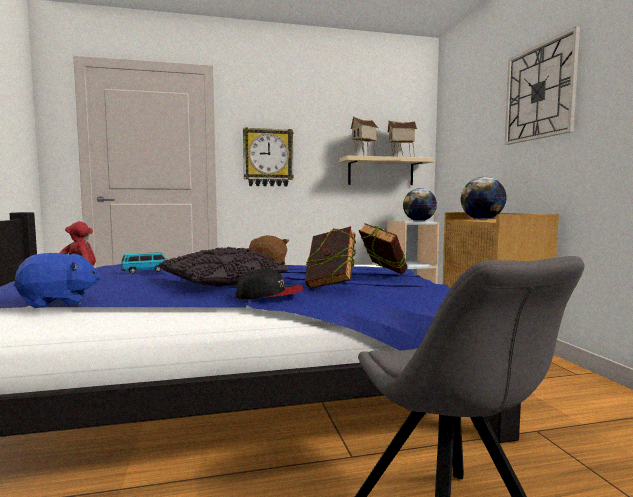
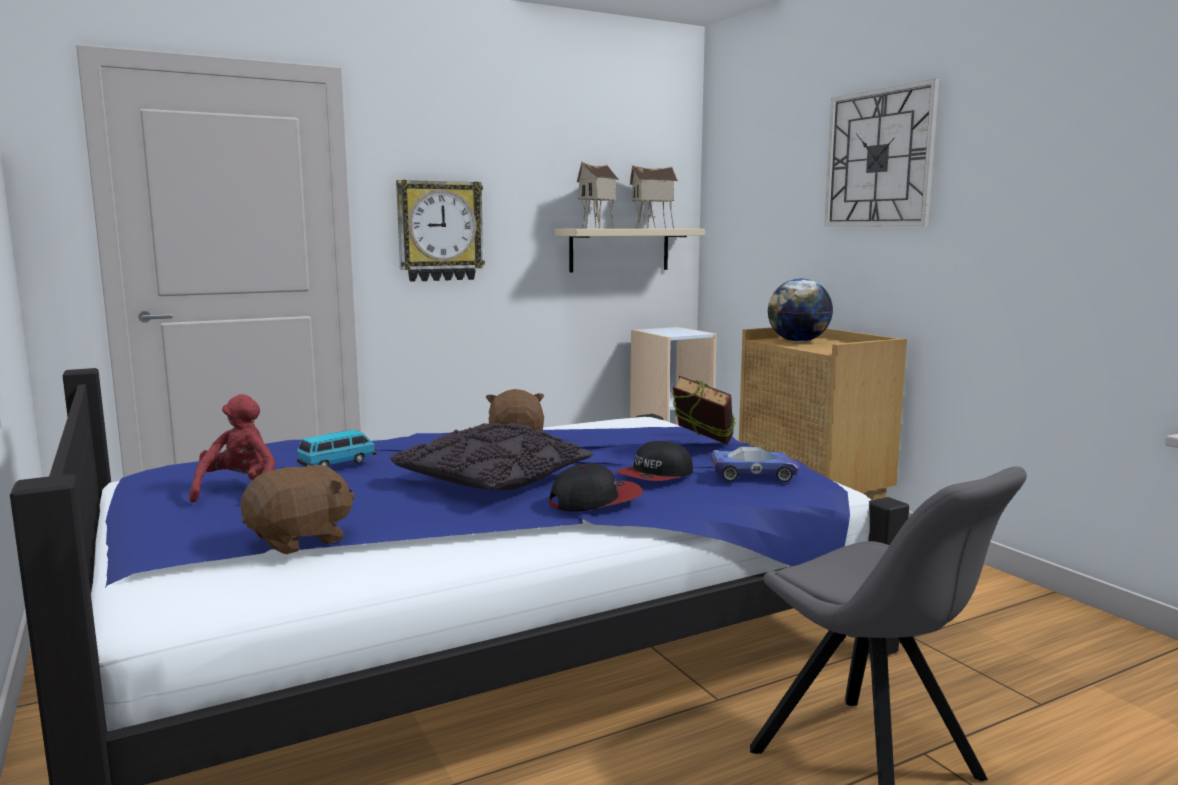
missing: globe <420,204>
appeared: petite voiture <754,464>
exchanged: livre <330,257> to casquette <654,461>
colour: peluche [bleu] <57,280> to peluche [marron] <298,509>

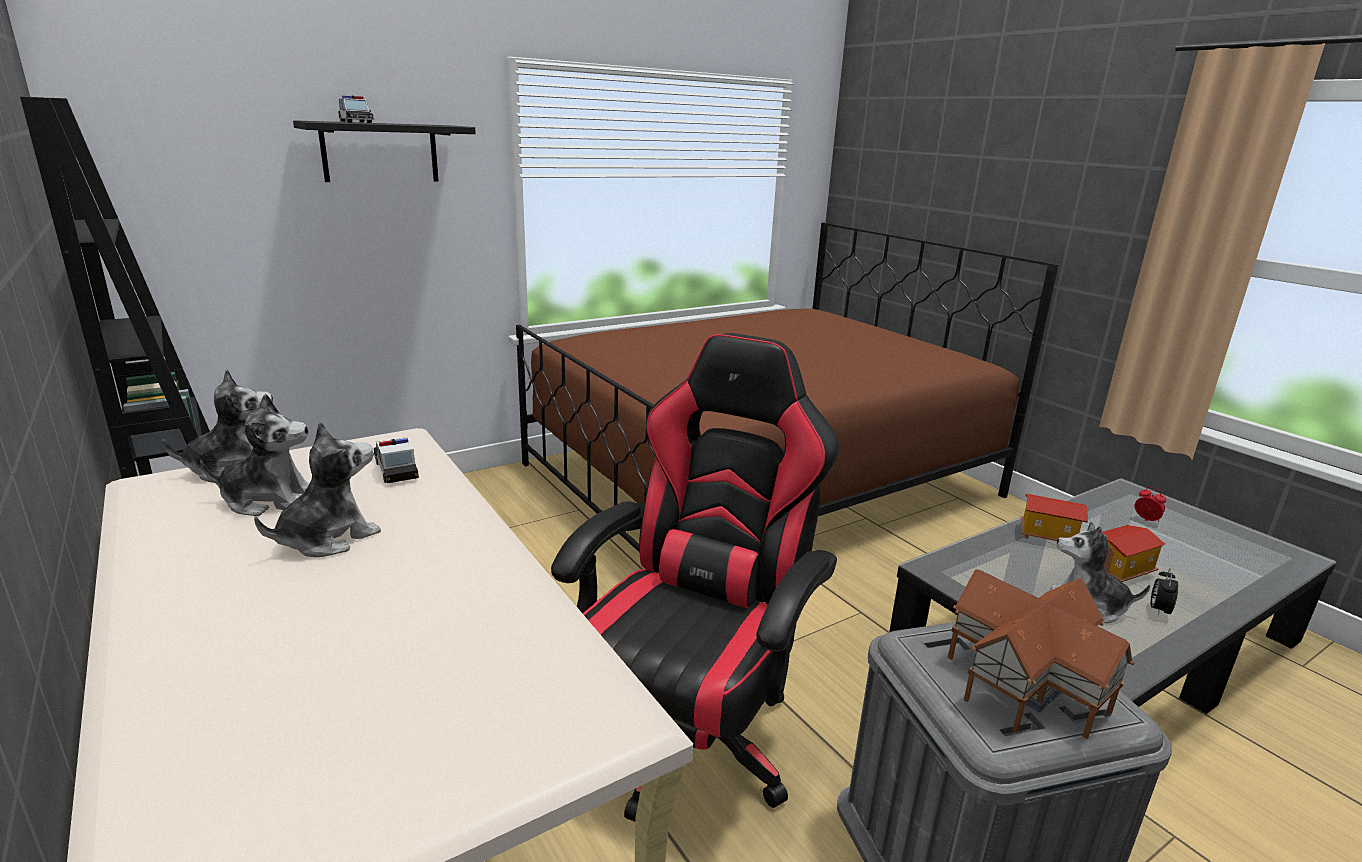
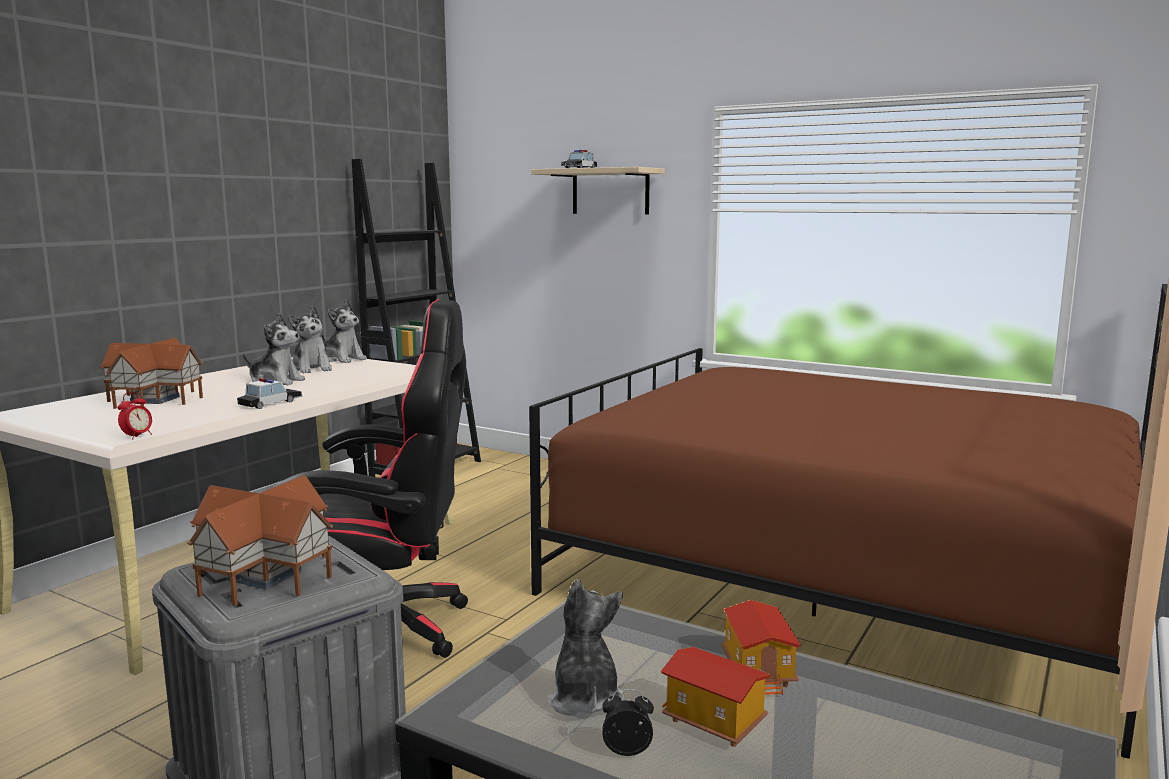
appeared: maison miniature <151,373>
relocated: réveil <1150,504> to <135,415>; petite voiture <396,460> to <270,393>
colour: étagère [noir] <384,151> to étagère [beige] <598,191>

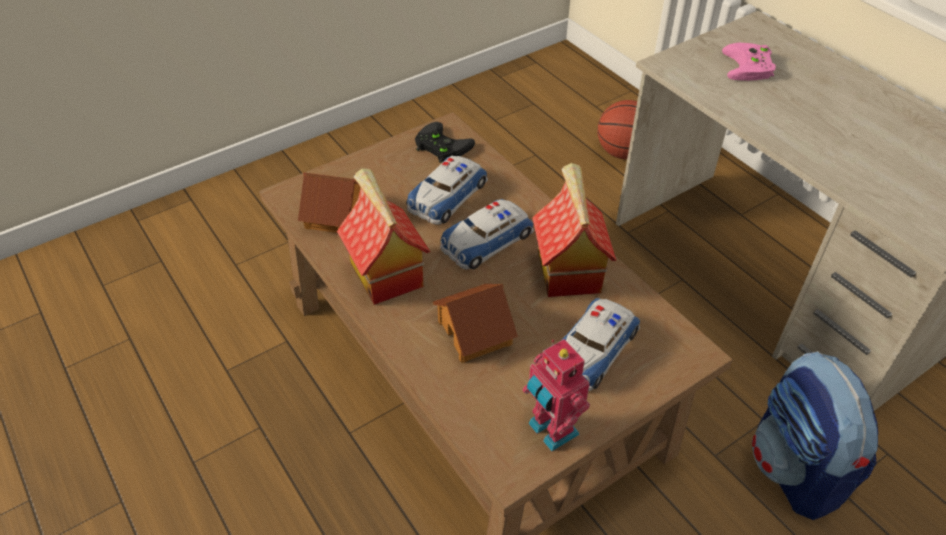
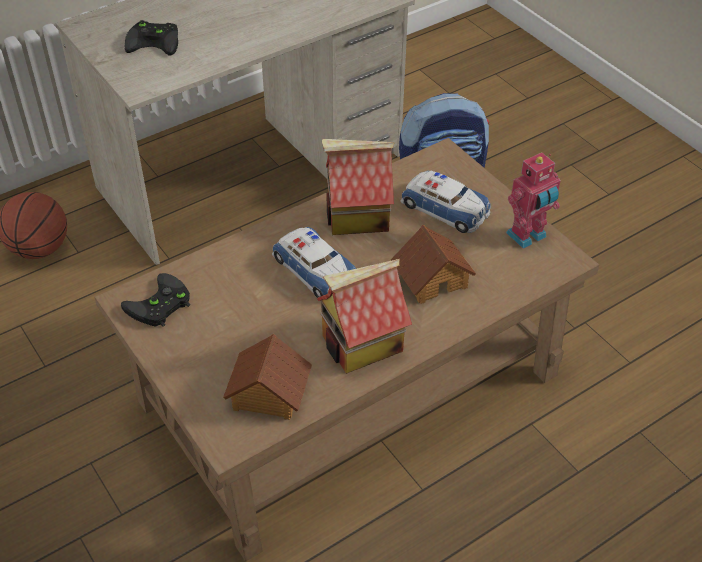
missing: petite voiture <447,190>
colour: manette [rose] <749,62> to manette [noir] <151,38>

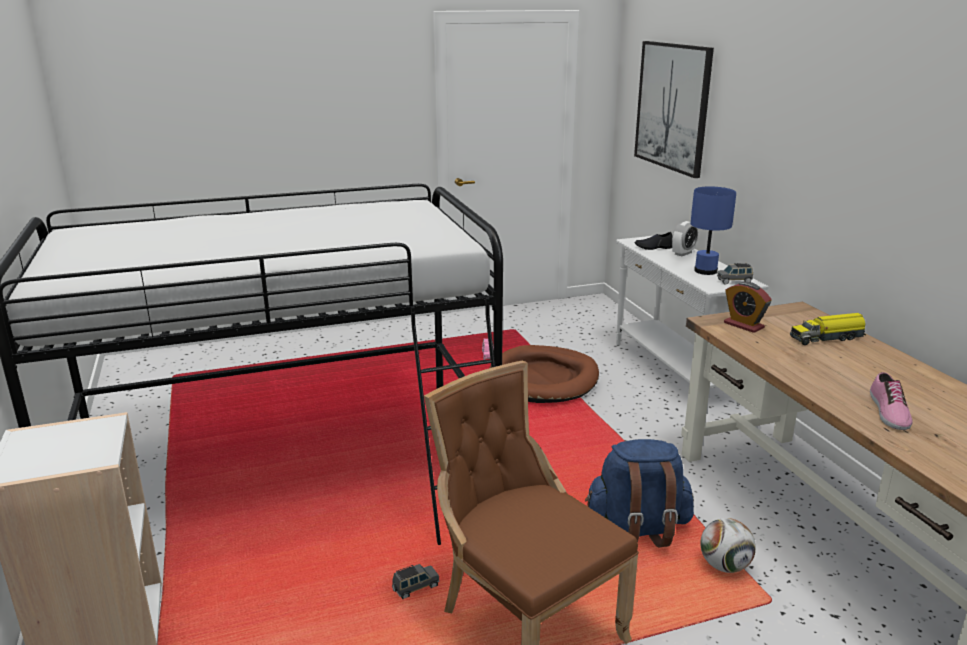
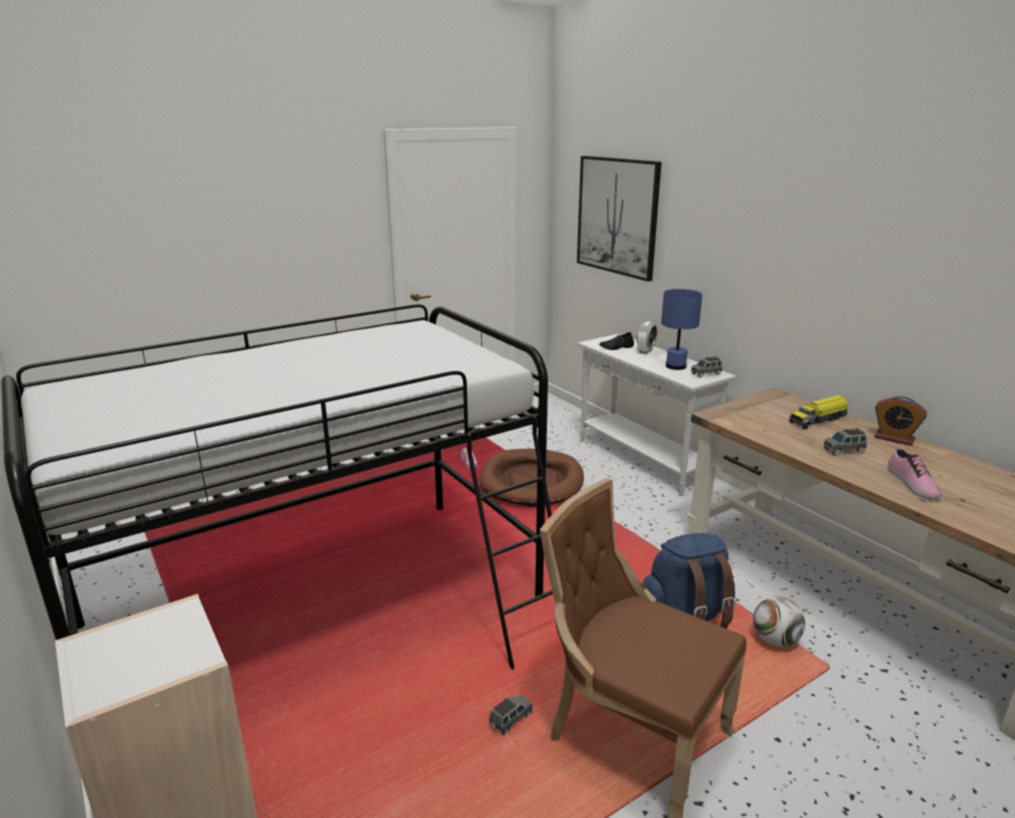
appeared: petite voiture [gris] <845,442>
relocated: réveil <748,307> to <900,421>

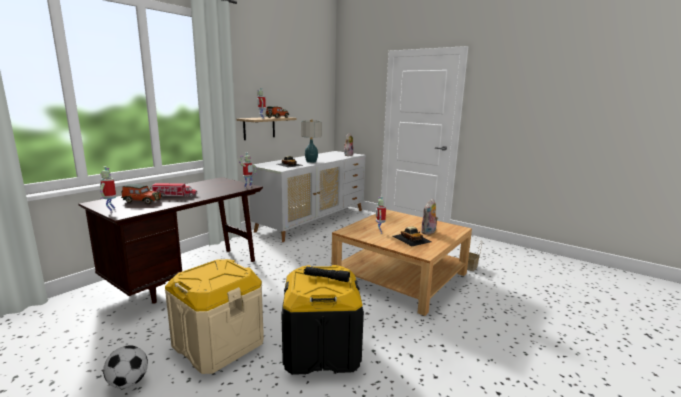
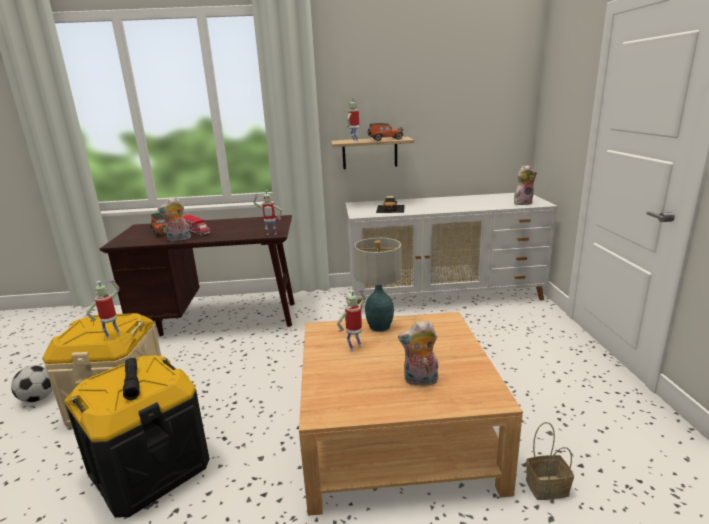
missing: petite voiture <412,236>
appeared: peluche <174,219>
relocated: robot jouet <108,190> to <103,310>; lampe de table <311,141> to <378,285>

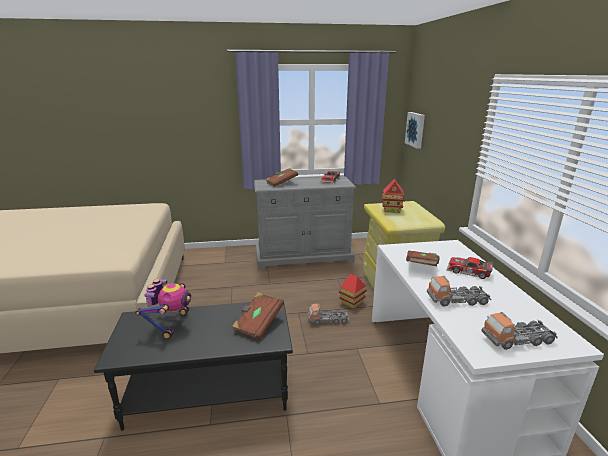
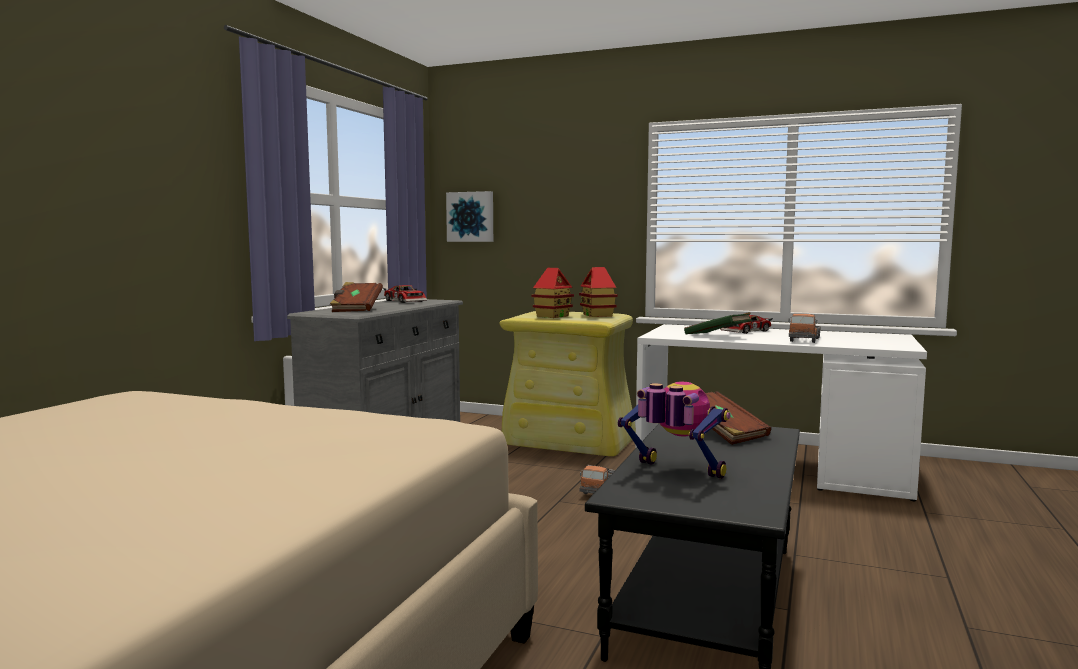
missing: camion jouet <519,331>
relocated: maison miniature <353,291> to <598,292>
colour: livre [marron] <423,258> to livre [vert] <718,323>

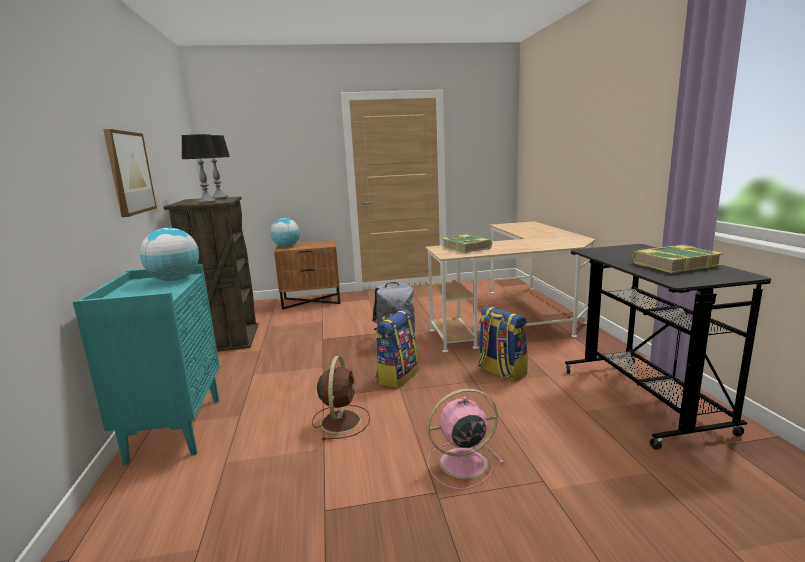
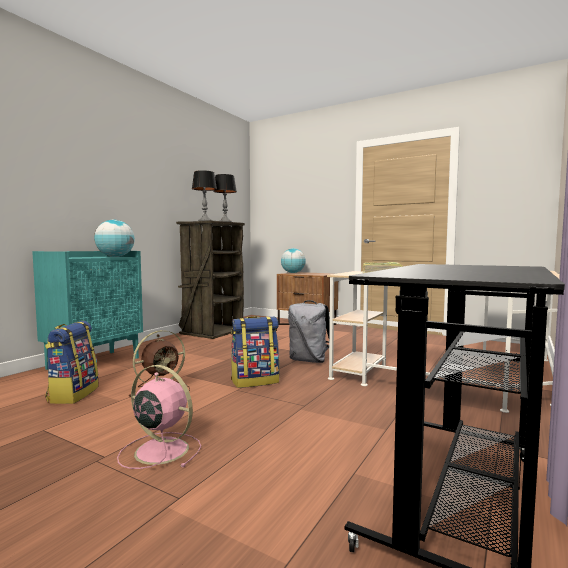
missing: tableau <130,173>; livre <678,259>
relocated: sac à dos <503,344> to <72,362>

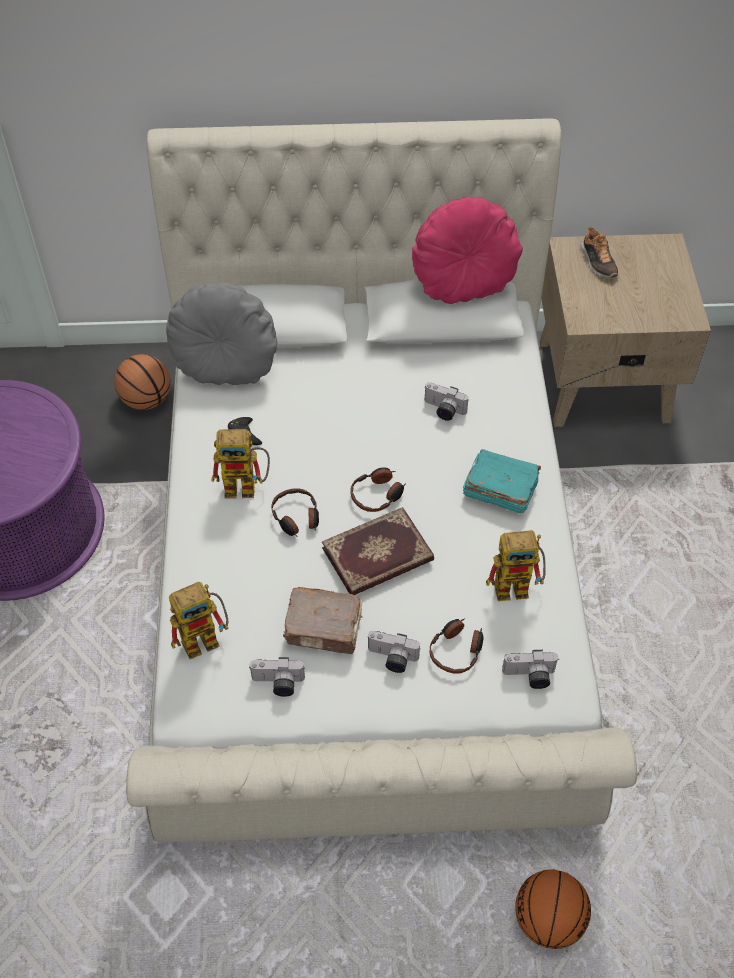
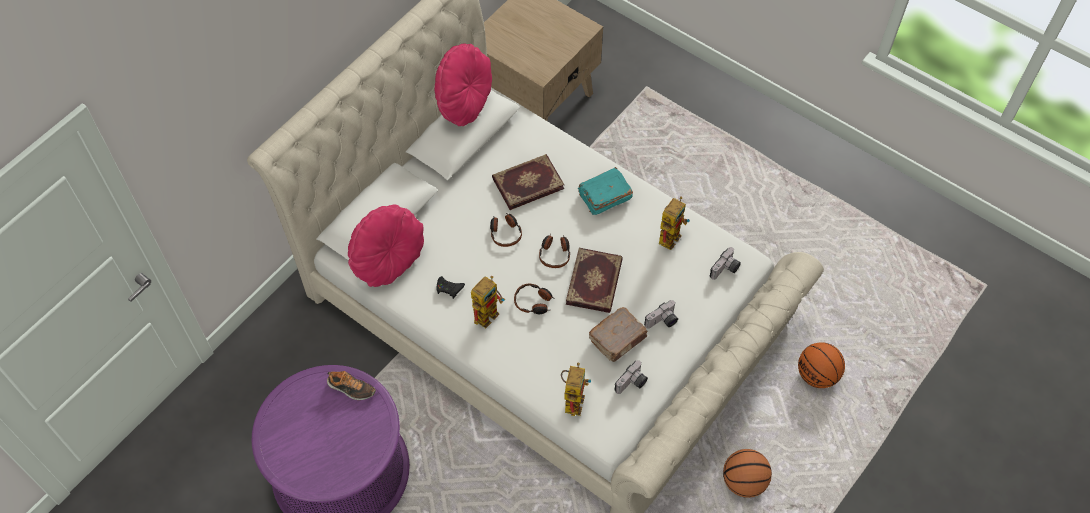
relocated: chaussure <599,252> to <351,385>; casque audio <457,646> to <506,230>; ballon de basket <142,382> to <747,473>
exchanged: appareil photo <446,401> to livre <528,182>
colour: coussin [gris] <221,334> to coussin [rose] <386,245>

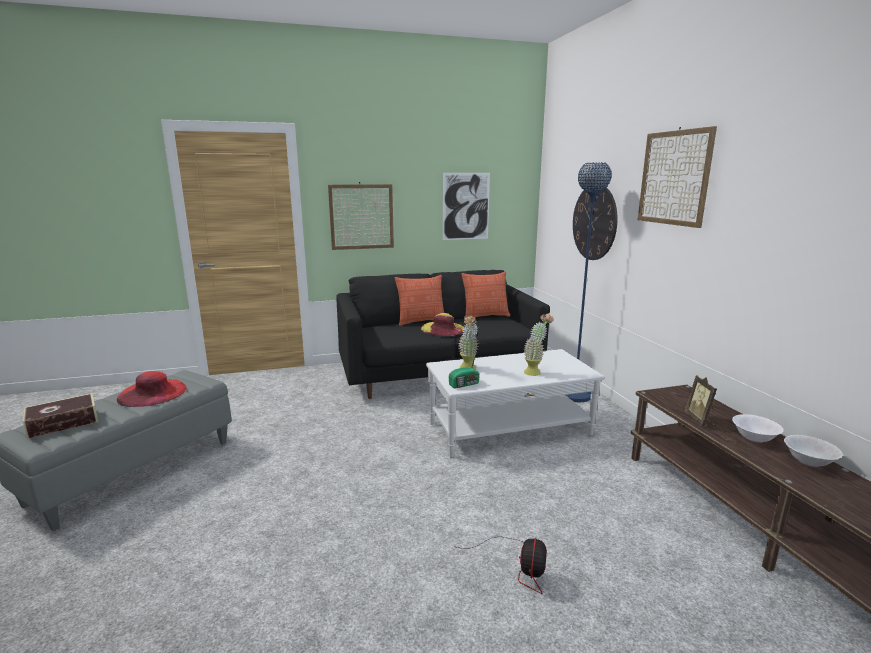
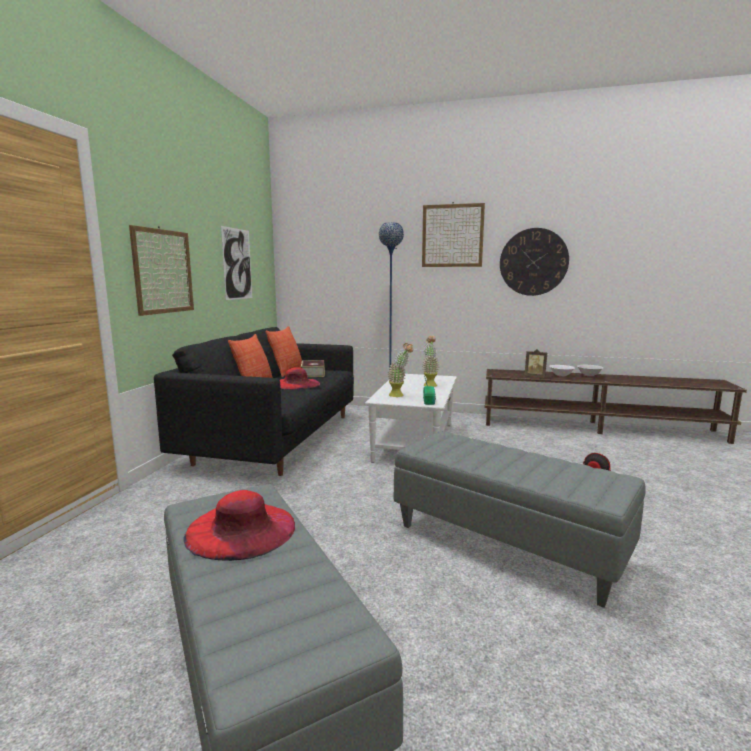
appeared: pouf [gris] <520,519>
relocated: livre <60,416> to <313,368>; horloge murale <595,223> to <534,262>
colour: chapeau [jaune] <442,324> to chapeau [rouge] <300,378>

